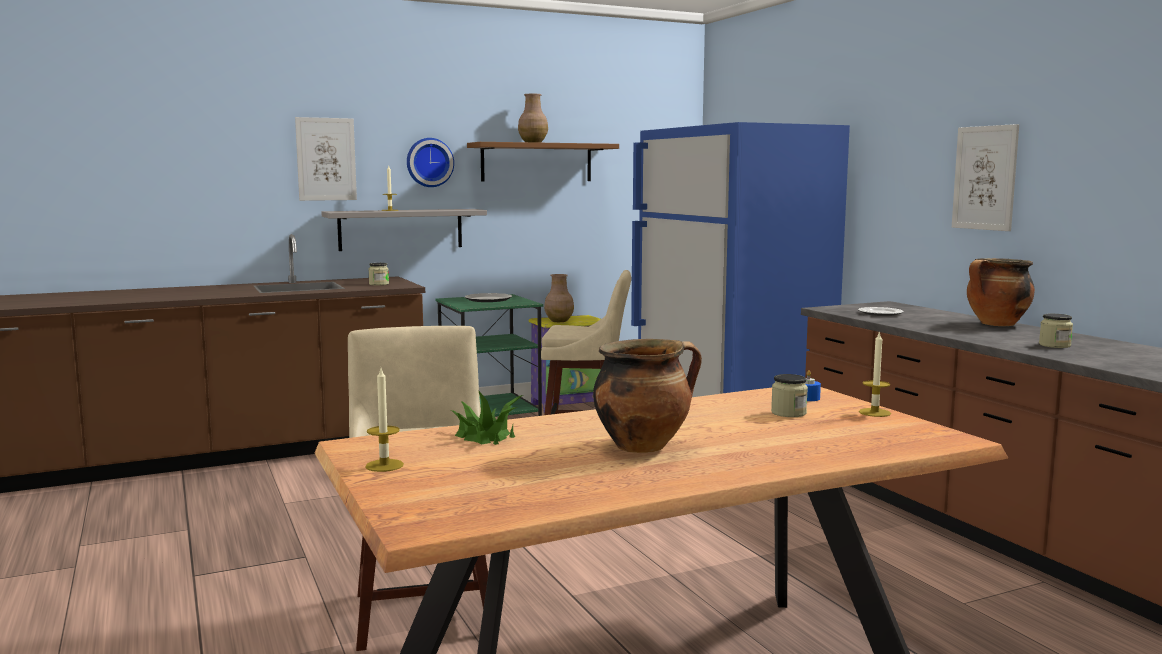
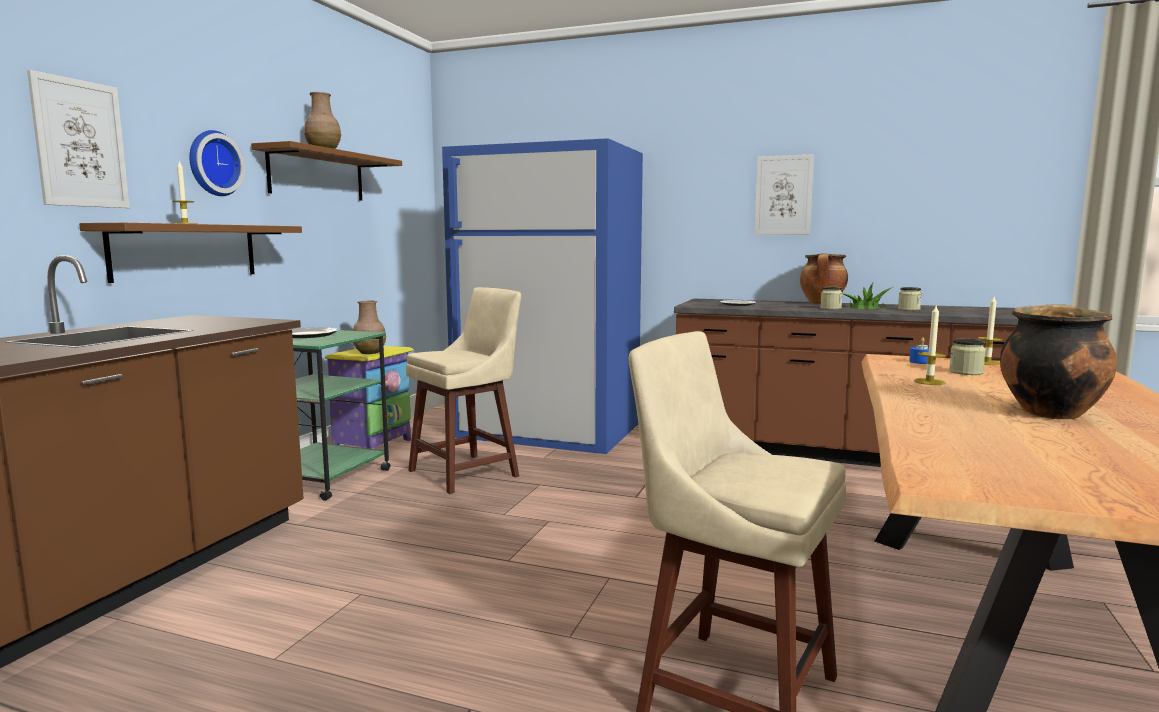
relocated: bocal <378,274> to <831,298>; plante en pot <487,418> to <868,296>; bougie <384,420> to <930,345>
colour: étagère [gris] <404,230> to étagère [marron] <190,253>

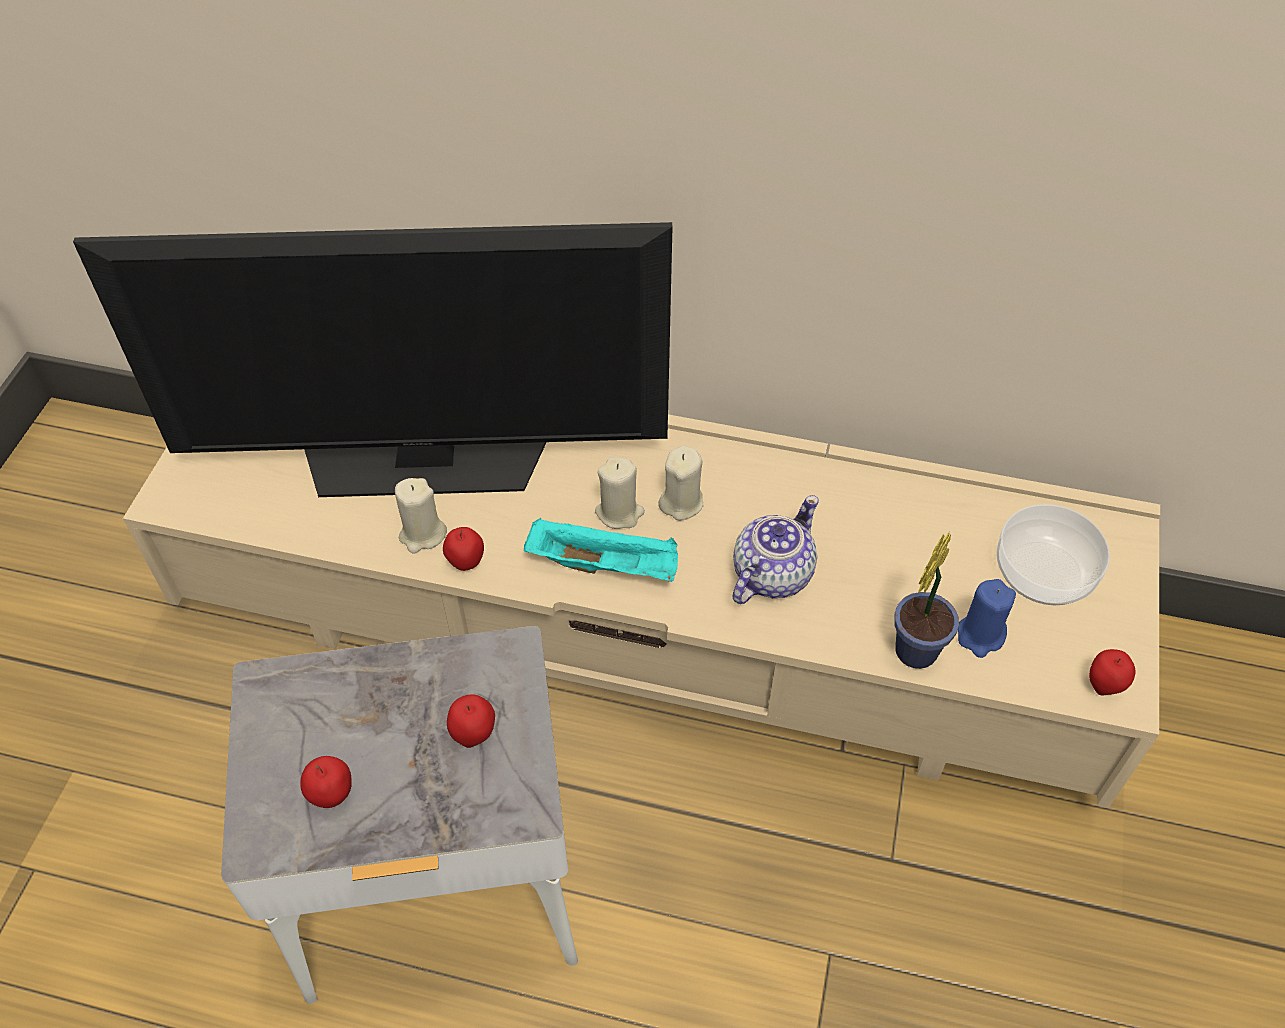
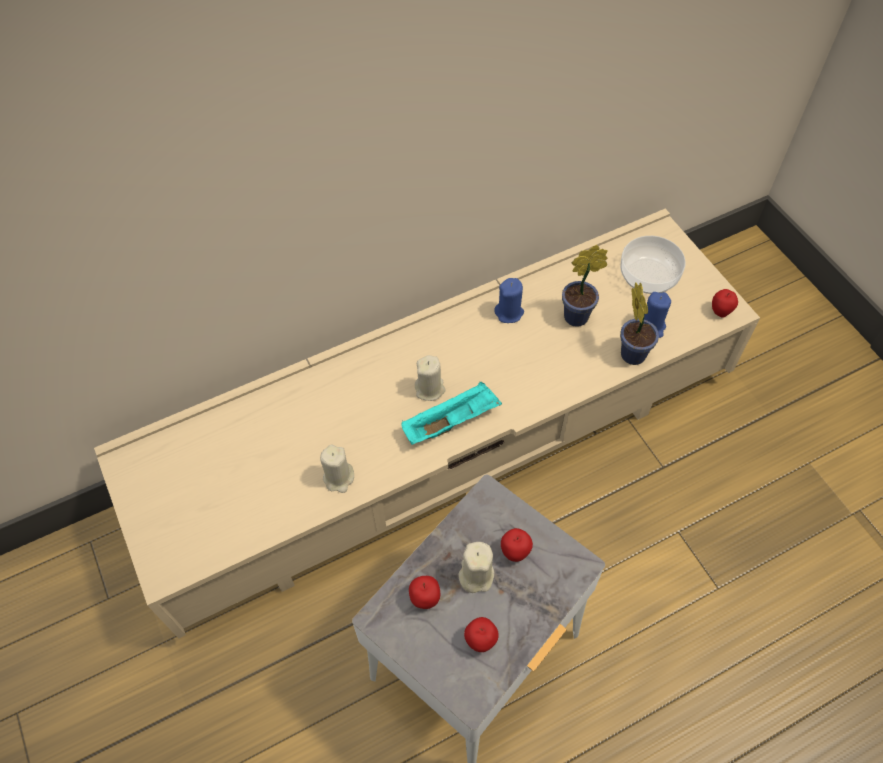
missing: téléviseur <372,359>; théière <775,549>
appeared: bougie [bleu] <509,300>; plante en pot <585,286>
relocated: pomme <463,549> to <424,592>; bougie [beige] <680,483> to <476,567>

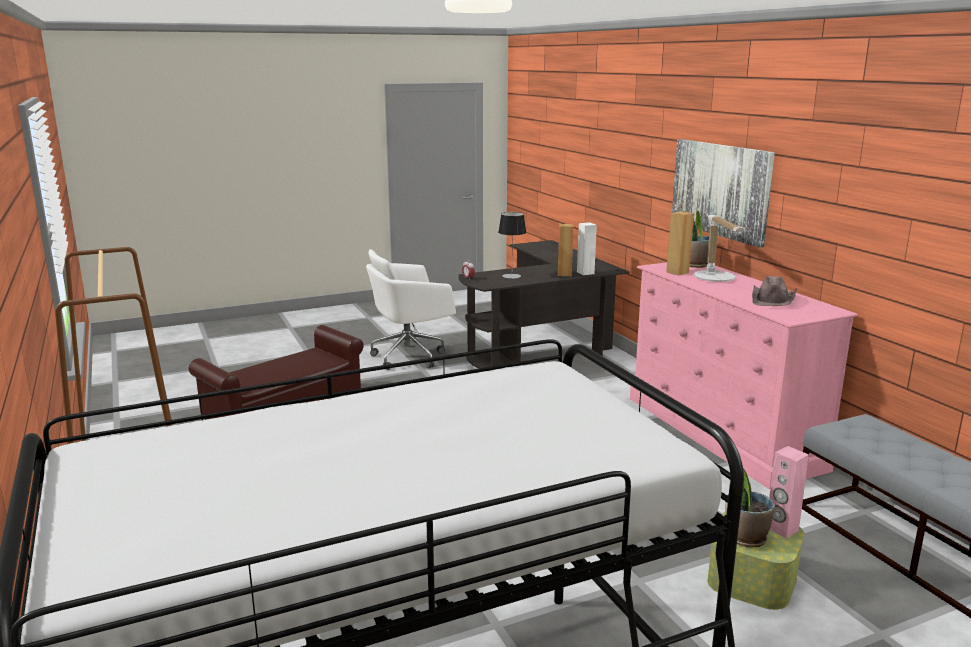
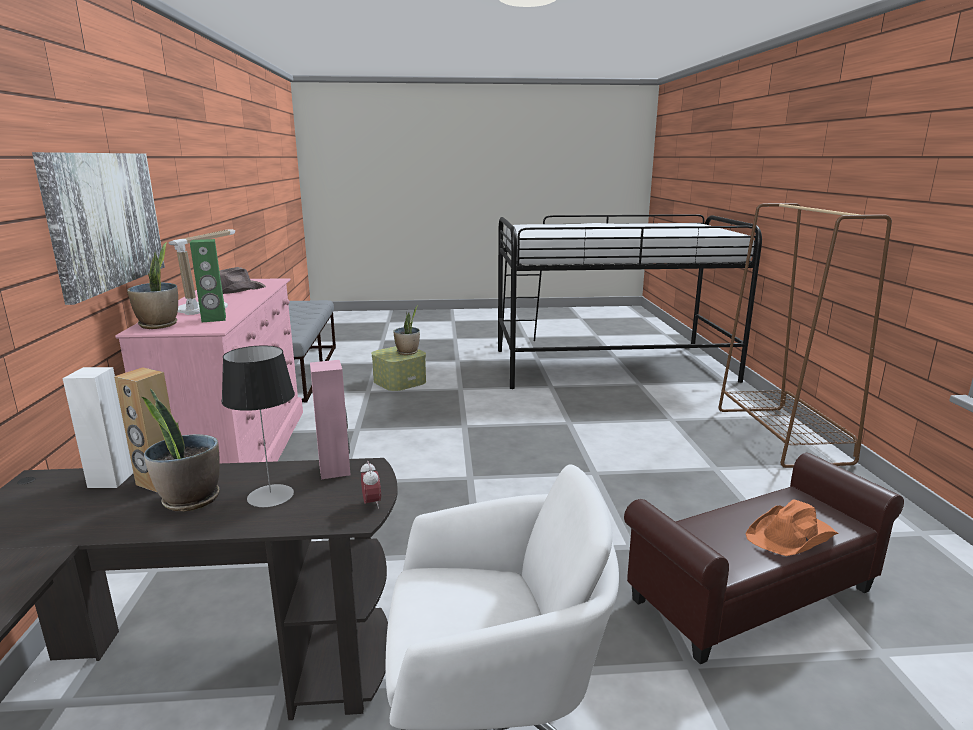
appeared: plante en pot <180,450>; chapeau [orange] <792,527>
relocated: enceinte [rose] <789,492> to <330,419>
colour: enceinte [marron] <680,243> to enceinte [vert] <208,280>

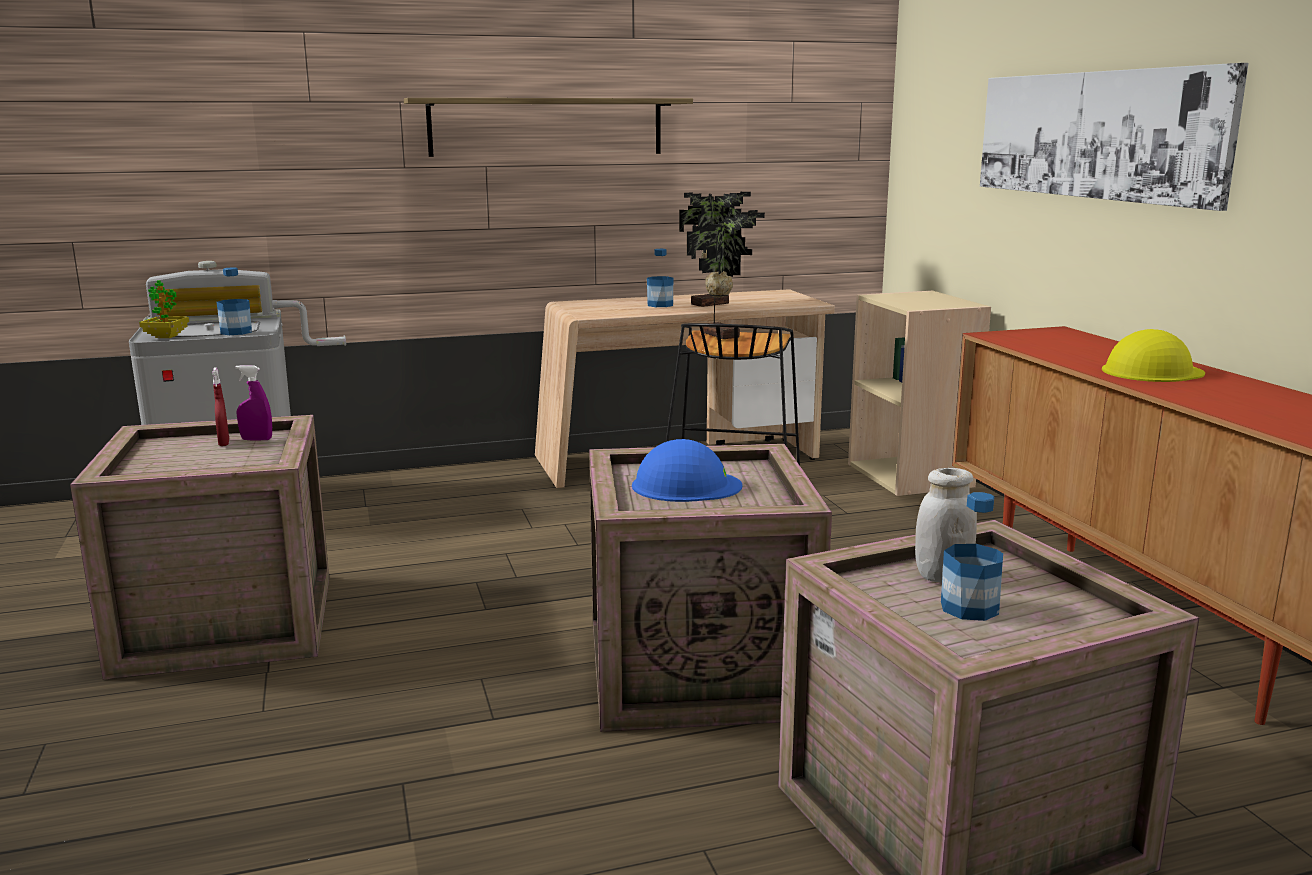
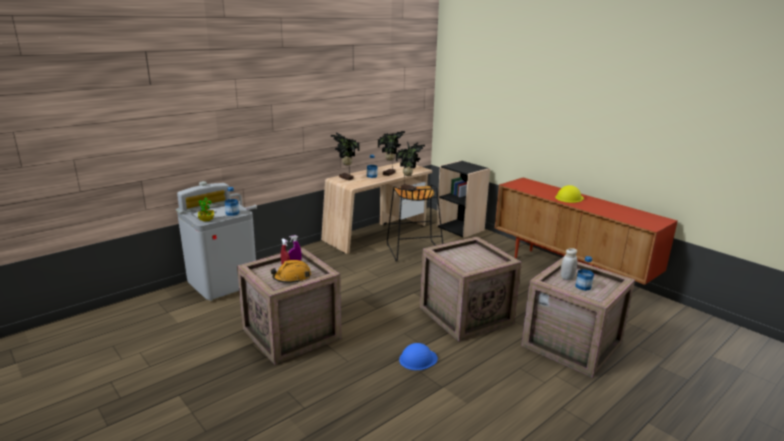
missing: étagère <548,127>; tableau <1114,137>
appeared: casque de chantier [orange] <290,271>; plante en pot <345,156>
relocated: casque de chantier [bleu] <687,470> to <418,356>
colour: bibliothèque [beige] <919,393> to bibliothèque [noir] <463,199>

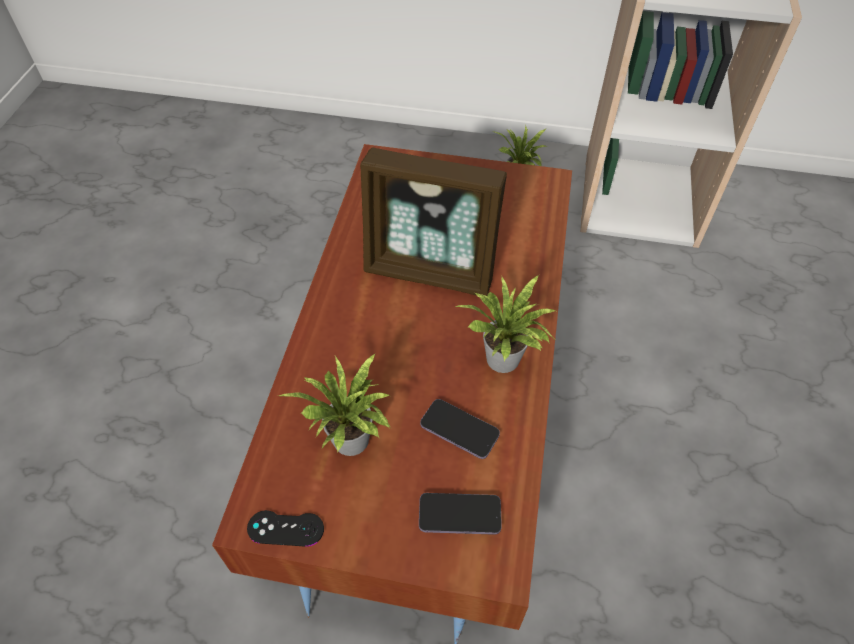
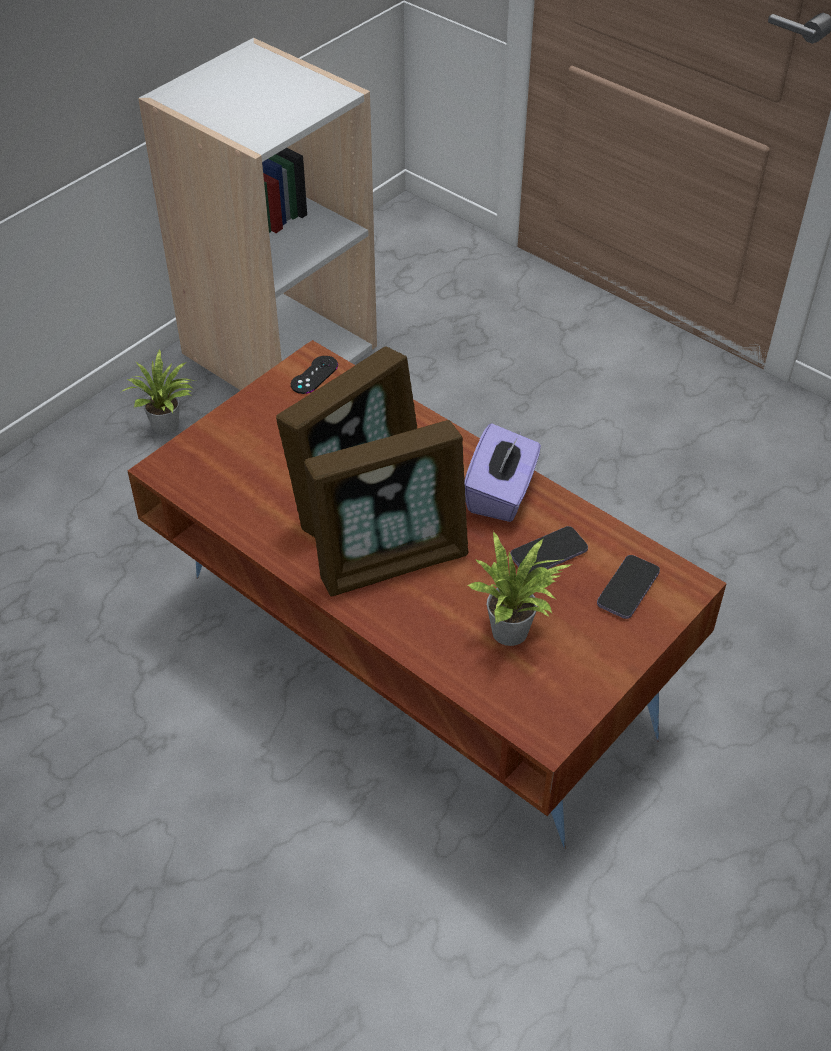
appeared: cadre photo <386,508>
relocated: manette [noir] <285,528> to <314,375>
exchanged: plante en pot <505,324> to boîte à mouchoirs [violet] <502,472>

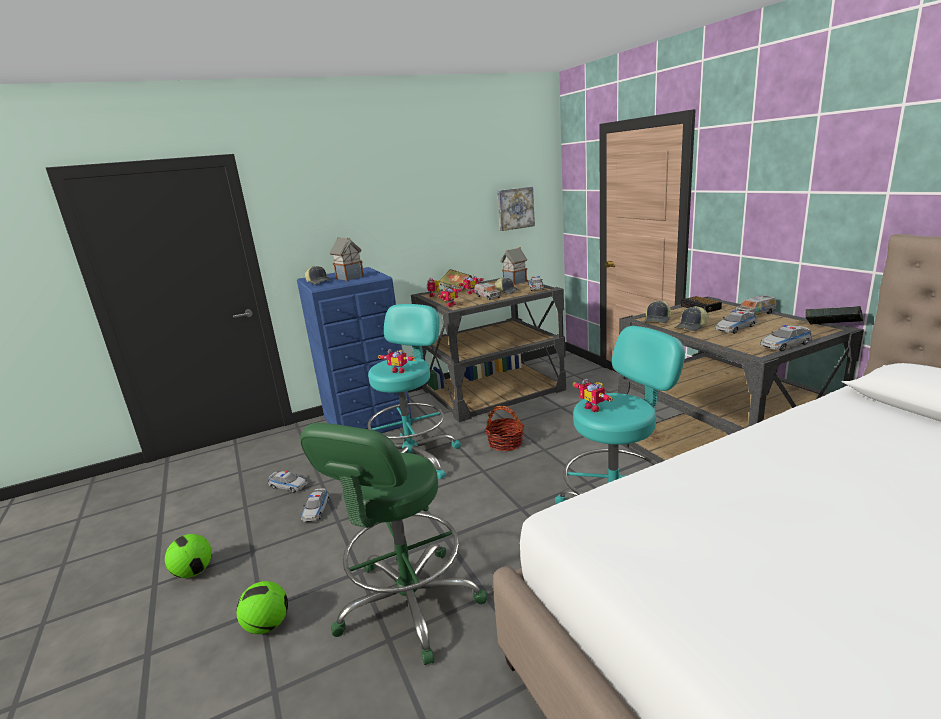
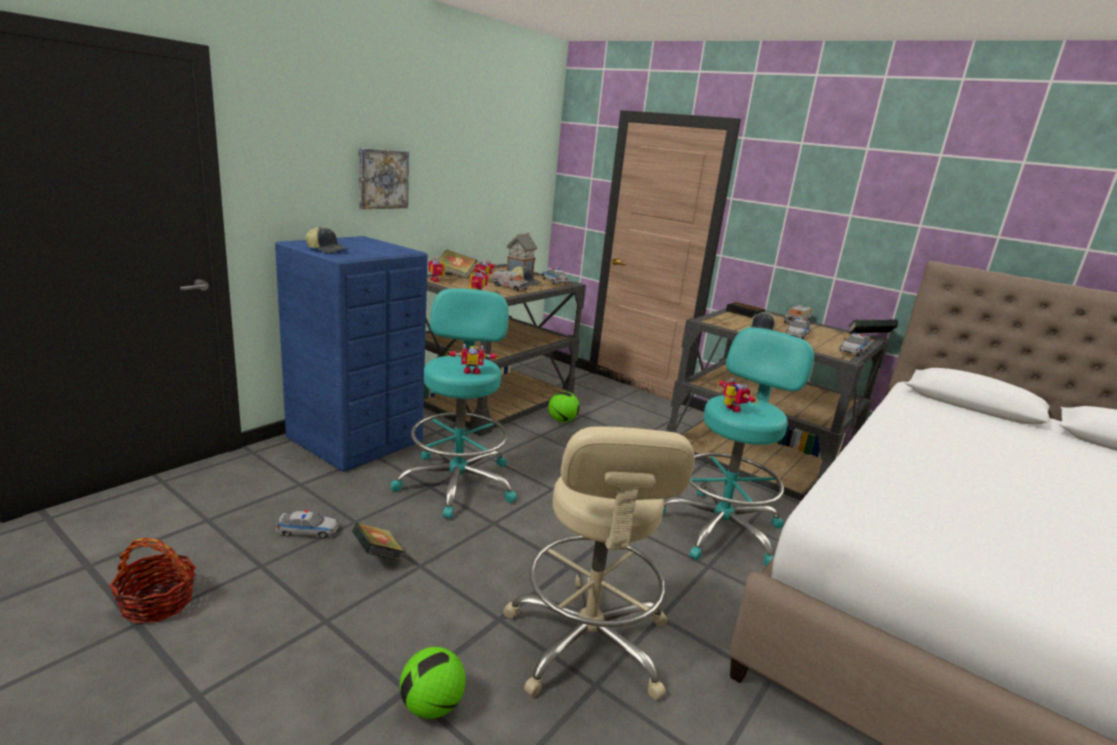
missing: maison miniature <346,259>; casquette <657,311>
relocated: panier <504,428> to <152,581>; tableau <516,209> to <383,178>; ballon de foot <188,556> to <564,406>
exchanged: petite voiture <315,505> to livre <378,542>
colour: tabouret [vert] <393,544> to tabouret [beige] <599,563>
spun: robot jouet <593,395> = <737,395> 150 degrees counterclockwise

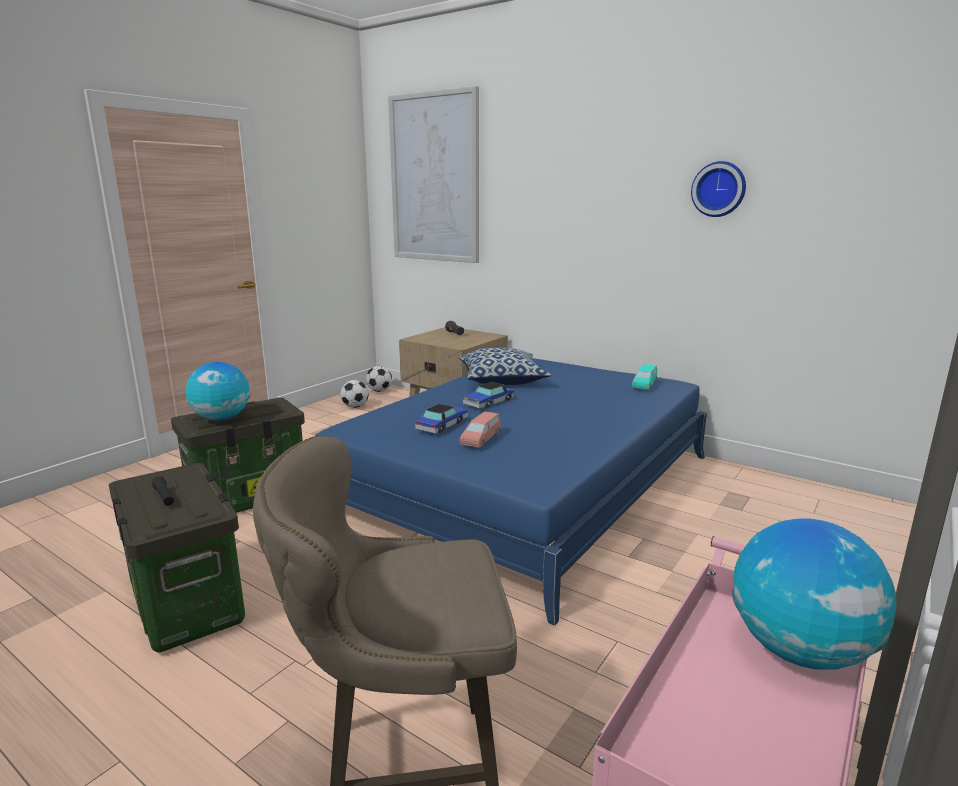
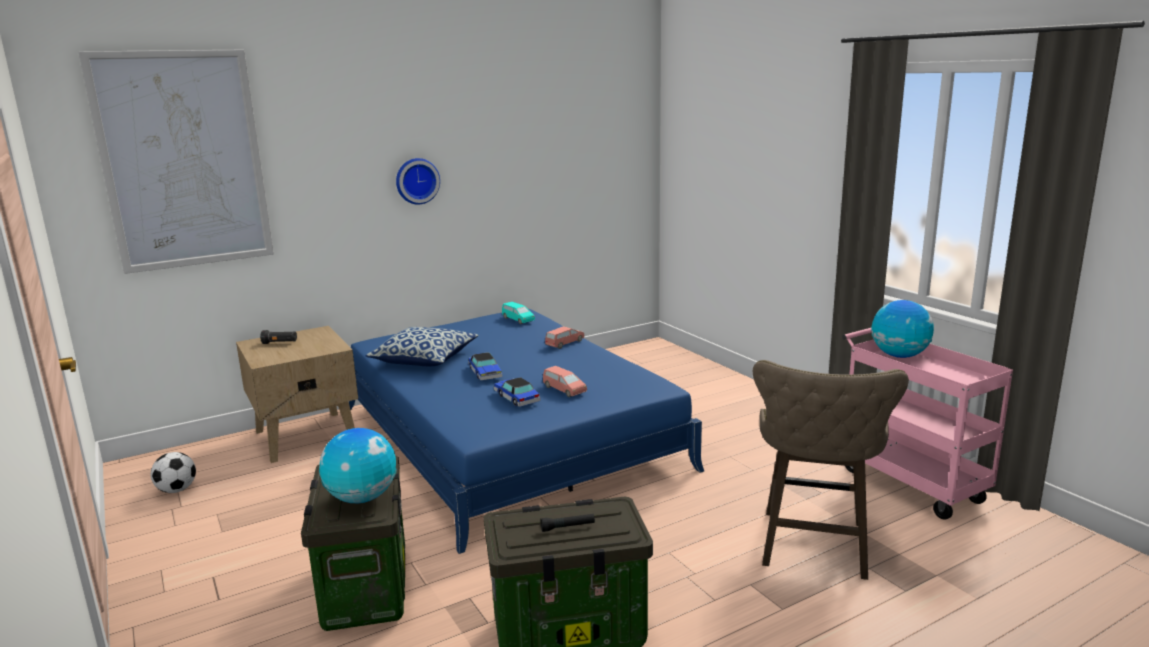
missing: ballon de foot <379,379>
appeared: petite voiture [rose] <565,337>
relocated: horloge murale <718,189> to <418,181>

